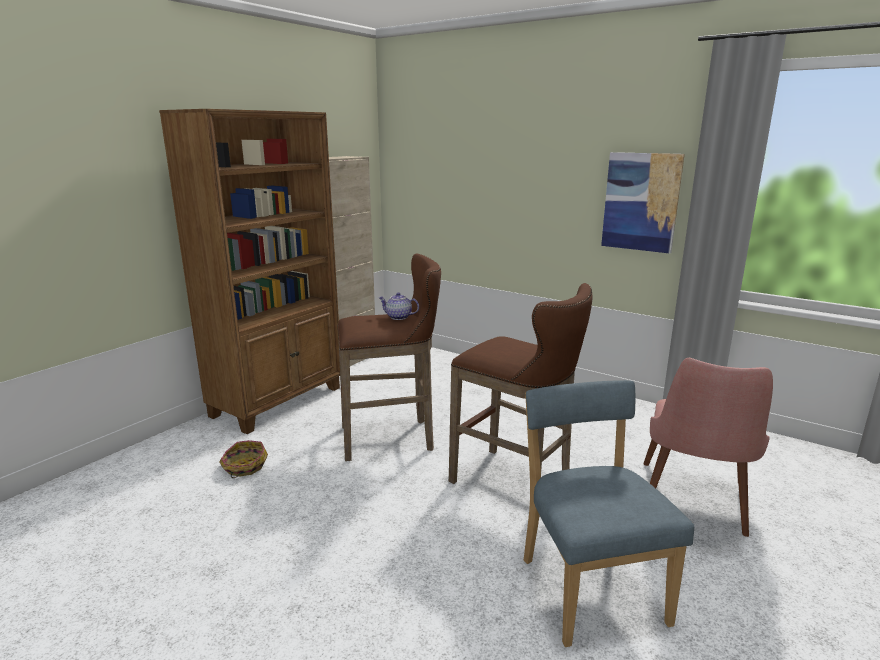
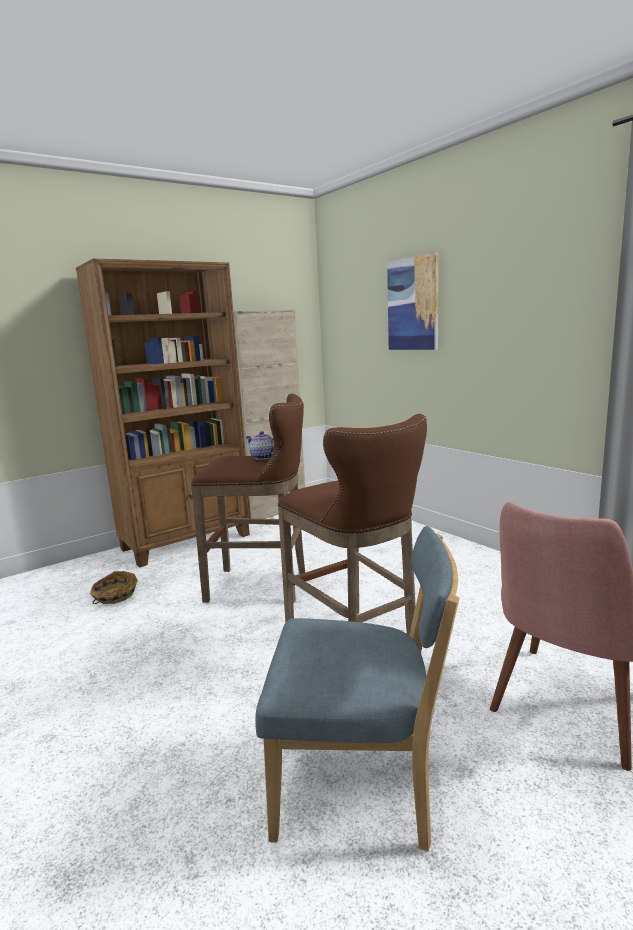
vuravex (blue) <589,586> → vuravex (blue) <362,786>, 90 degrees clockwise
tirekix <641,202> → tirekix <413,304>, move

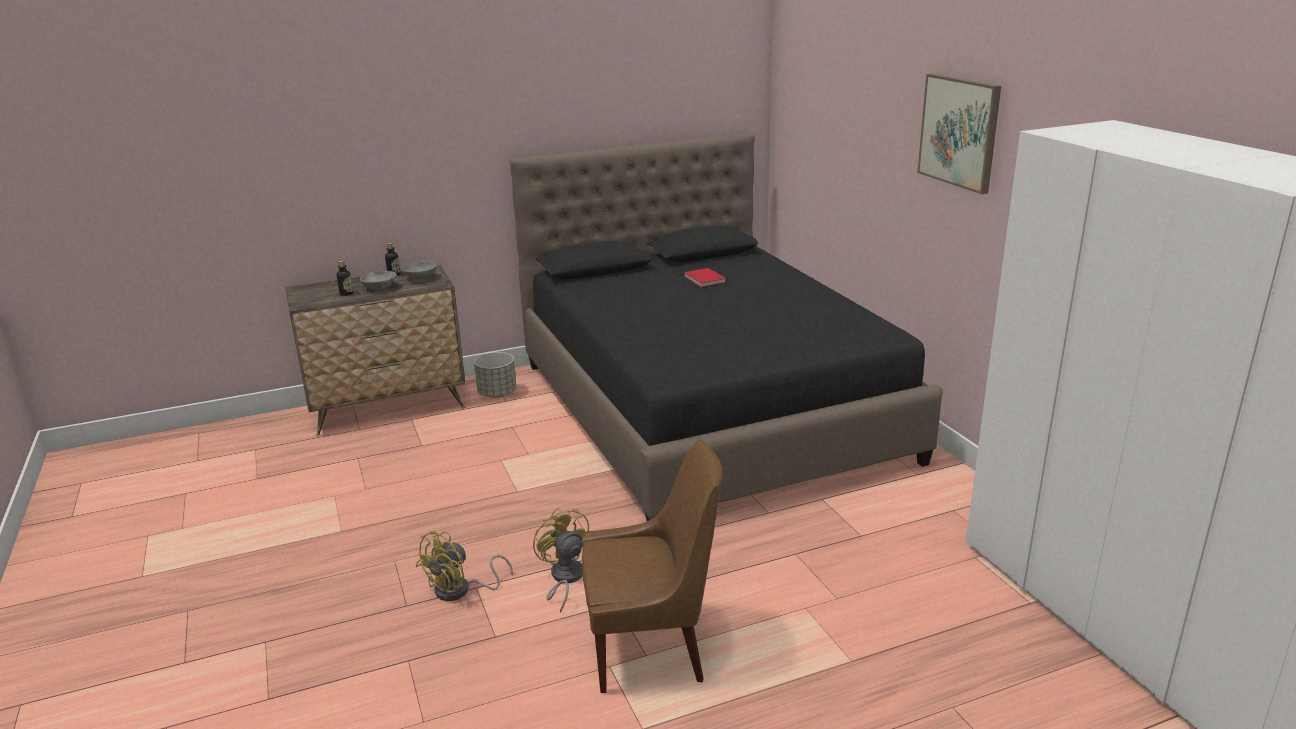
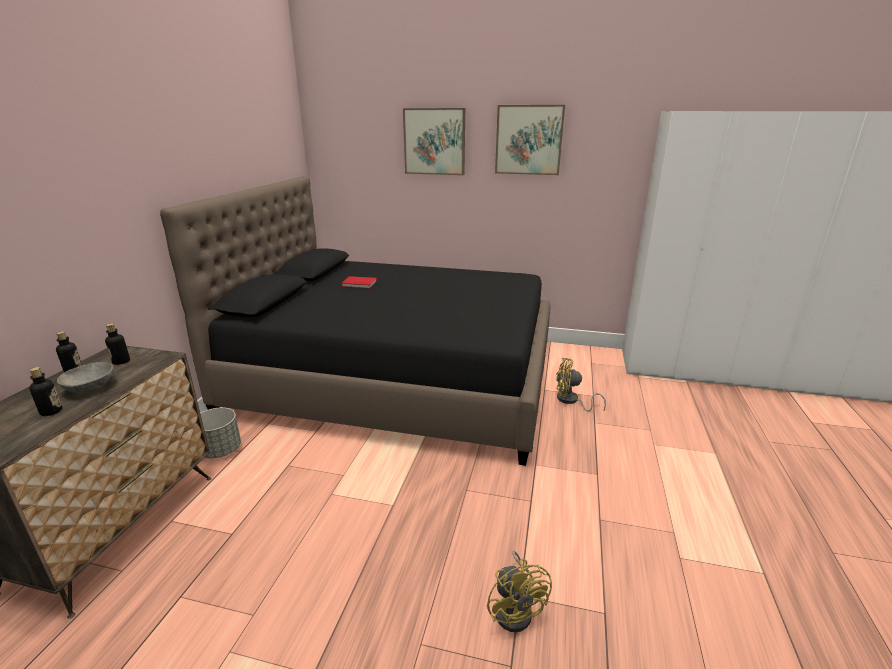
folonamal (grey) <419,278> → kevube <121,361>
- → tirekix <434,141>
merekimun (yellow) <564,578> → merekimun (yellow) <571,401>, move
vuravex (brown) <651,648> → -

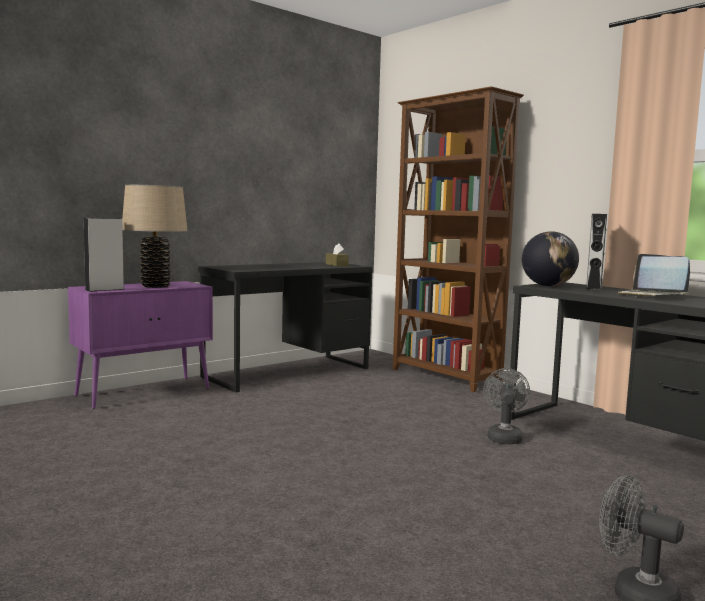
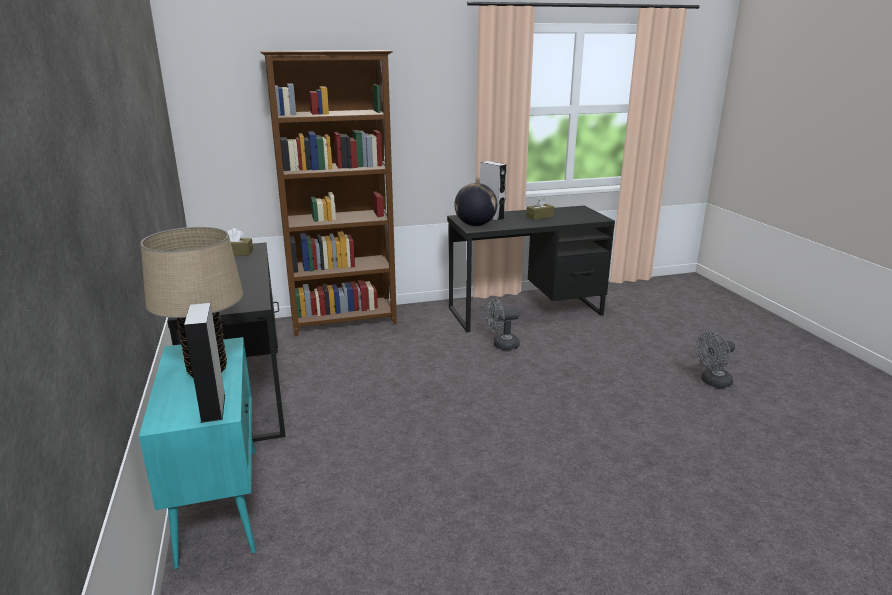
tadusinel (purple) <145,392> → tadusinel (turquoise) <219,502>
merekimun (grey) <504,436> → merekimun (grey) <501,345>, 45 degrees counterclockwise
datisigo <651,295> → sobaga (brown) <539,217>

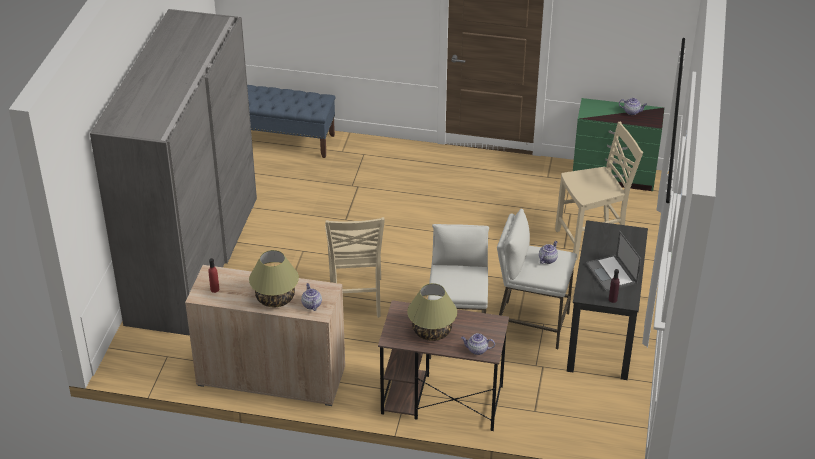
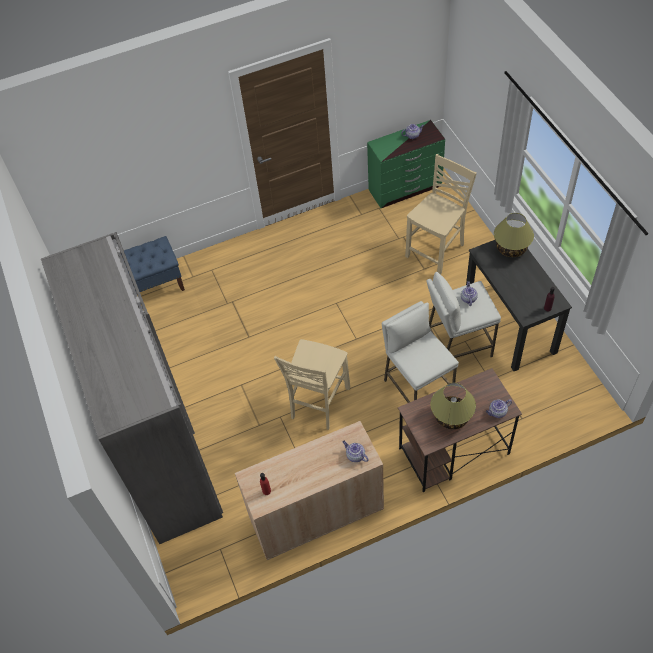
vuravex (beige) <356,299> → vuravex (beige) <318,403>, 60 degrees clockwise
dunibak <275,298> → dunibak <511,248>, move
datisigo <612,274> → -

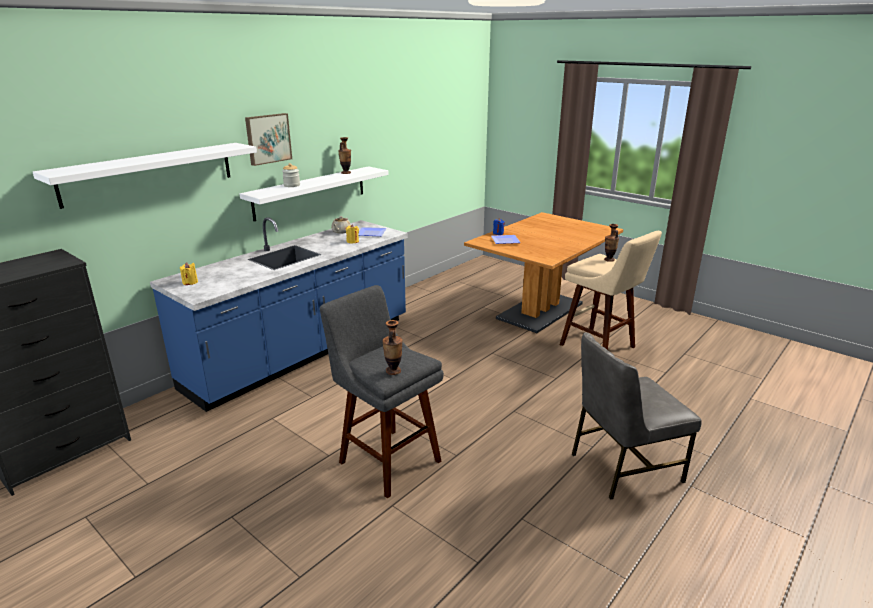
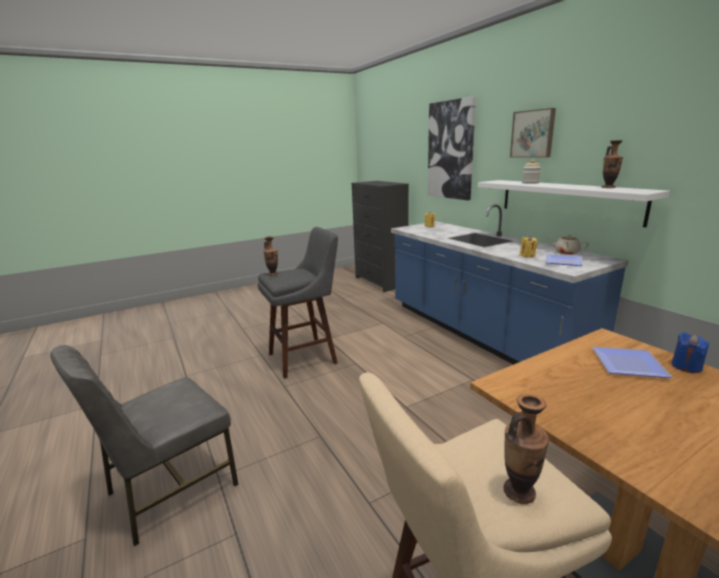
vuravex (grey) <623,466> → vuravex (grey) <170,489>, 135 degrees counterclockwise
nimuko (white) <149,173> → tirekix <451,150>

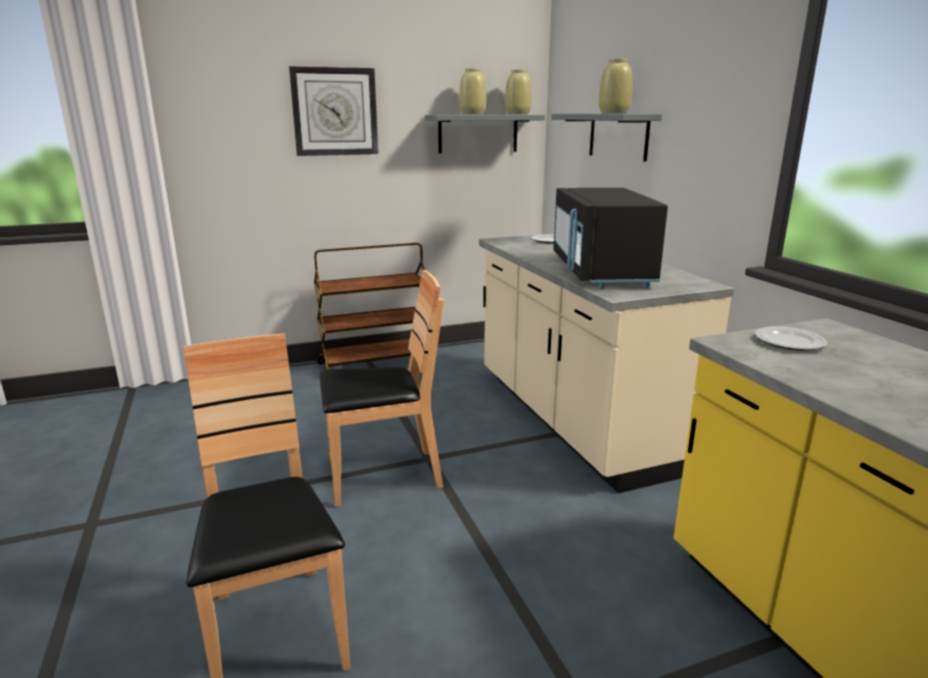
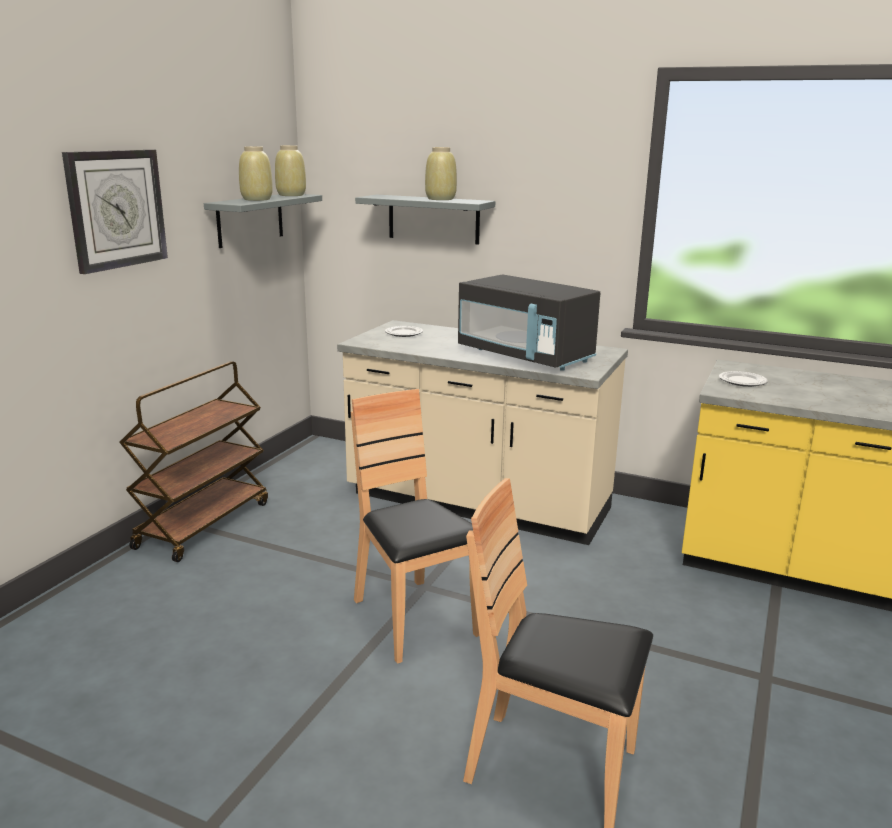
vuravex (brown) <383,476> → vuravex (brown) <413,619>, 60 degrees counterclockwise

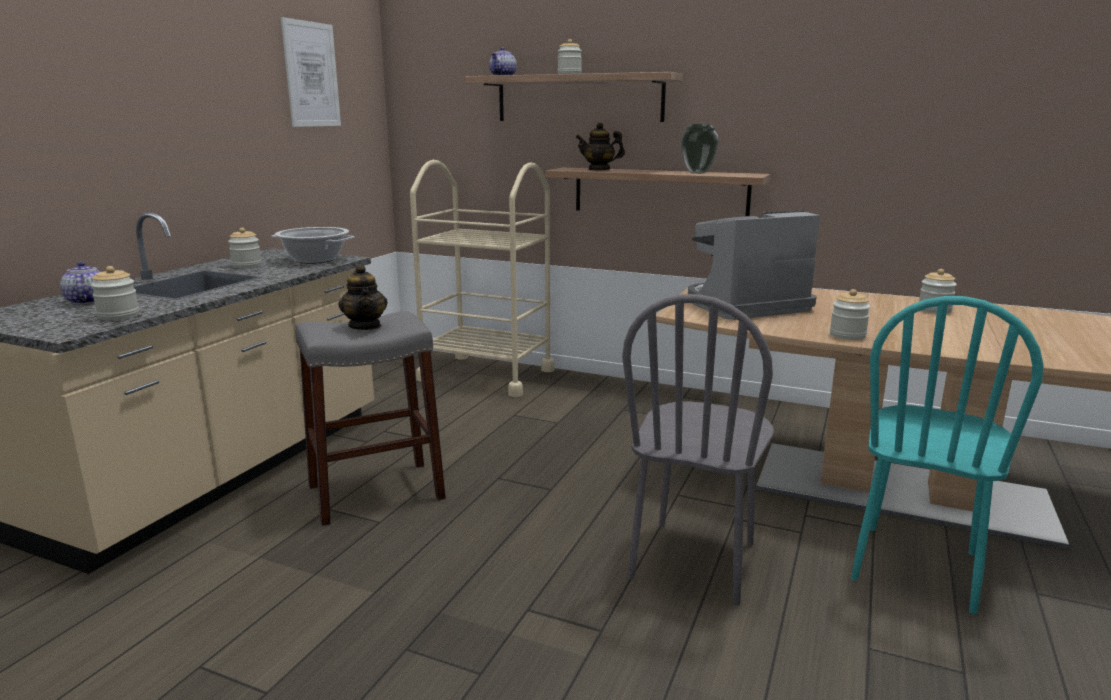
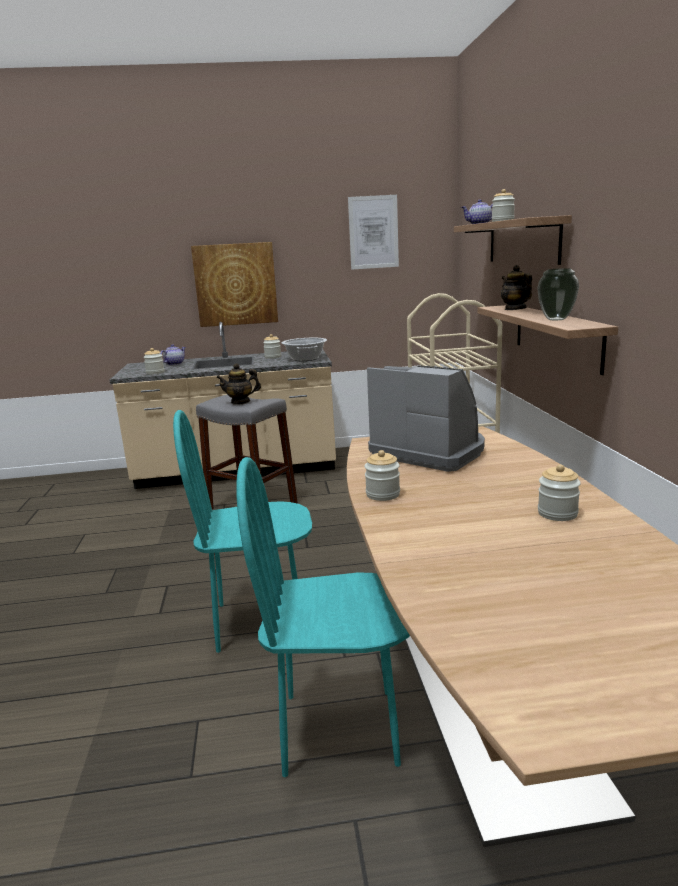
vuravex (grey) <694,561> → vuravex (turquoise) <260,621>
- → tirekix <235,284>
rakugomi <365,326> → rakugomi <240,402>, 45 degrees clockwise

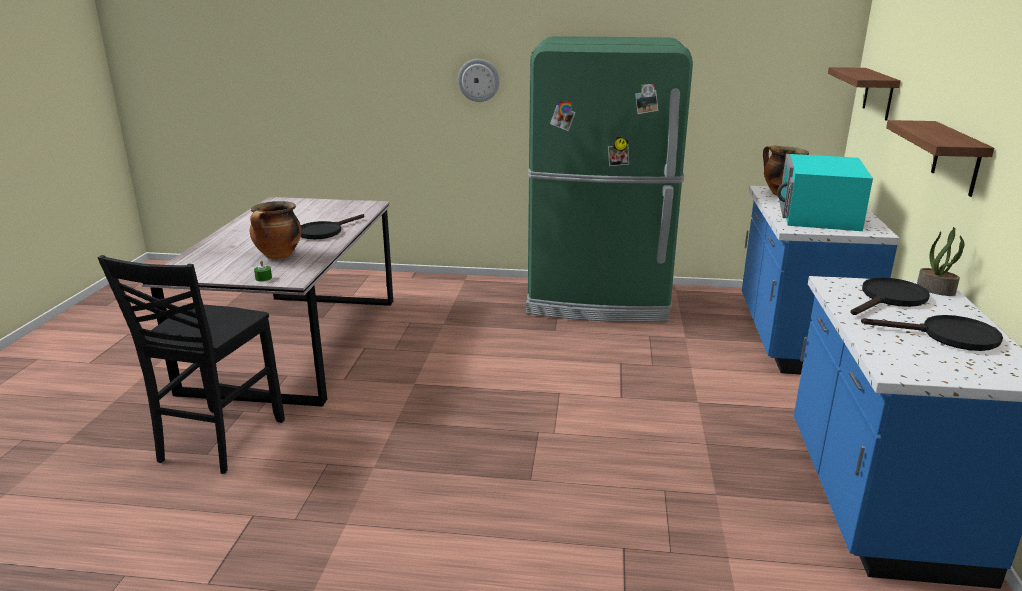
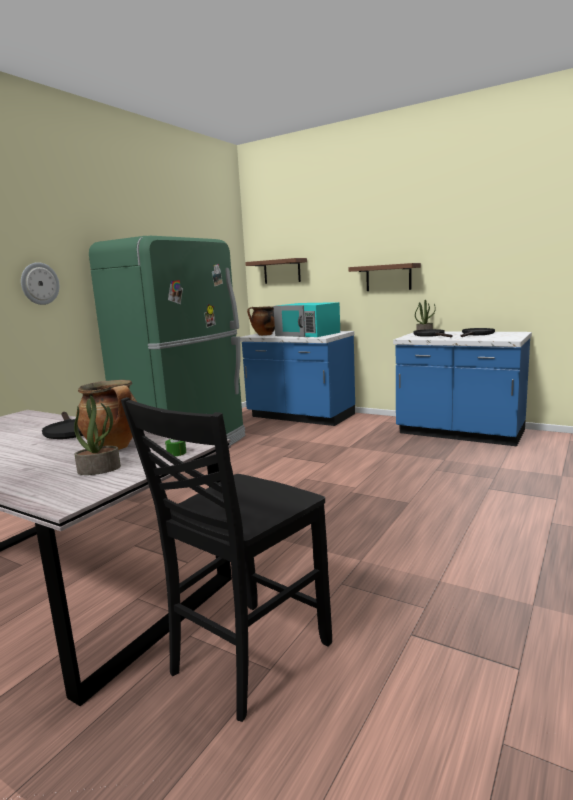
- → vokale <99,469>
vuravex (black) <218,441> → vuravex (black) <247,658>, 90 degrees clockwise

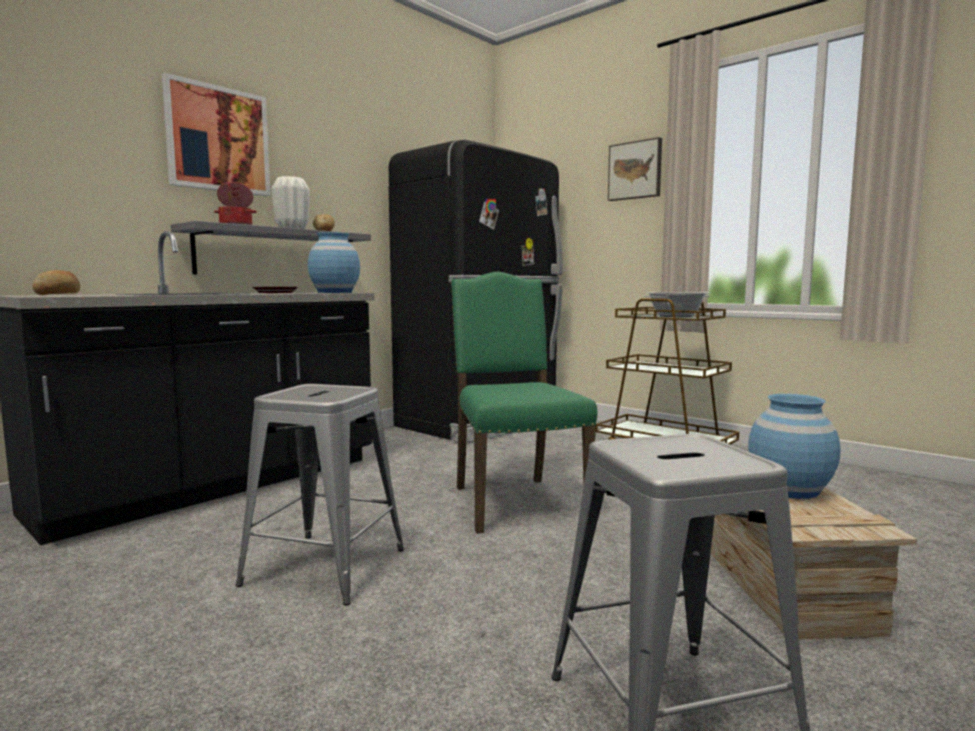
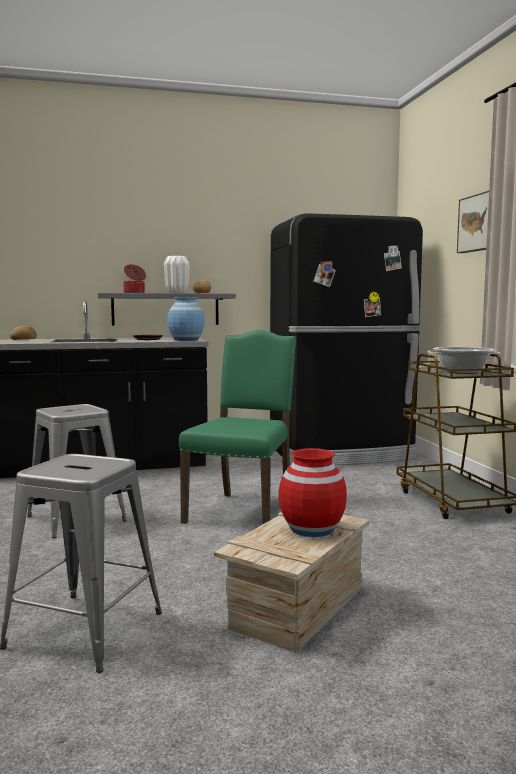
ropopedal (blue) <789,489> → ropopedal (red) <312,528>
tirekix <218,139> → -

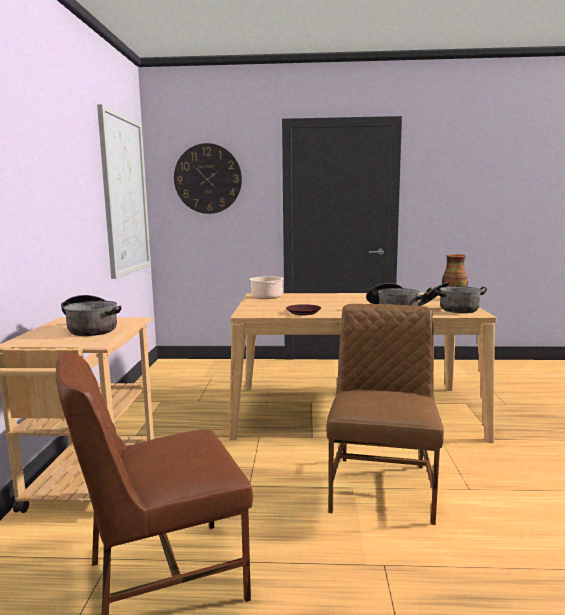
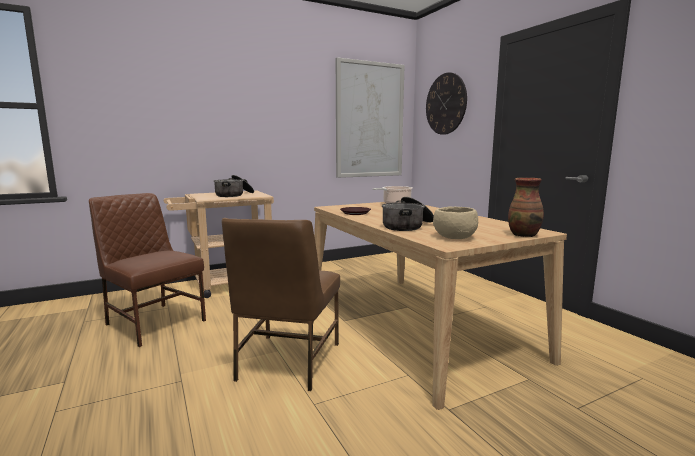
vuravex (brown) <382,486> → vuravex (brown) <287,361>, 120 degrees clockwise
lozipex <449,309> → folonamal (beige) <453,237>

